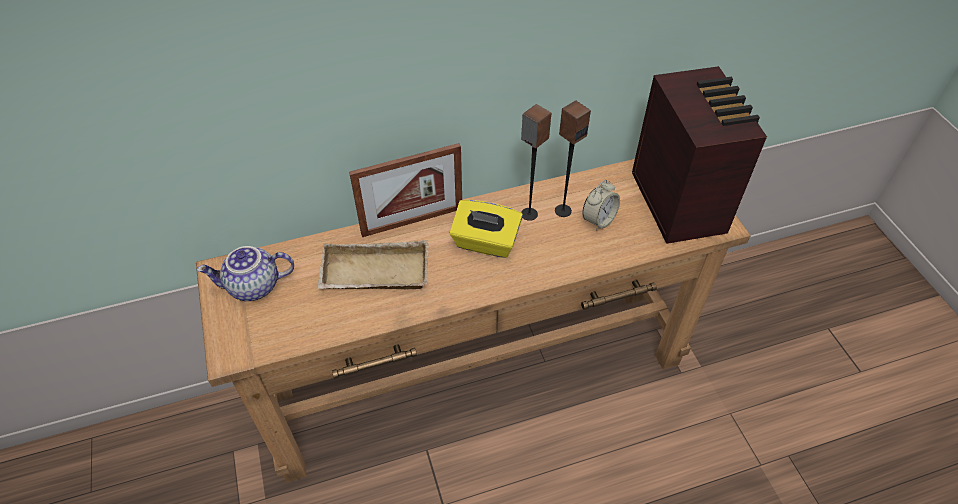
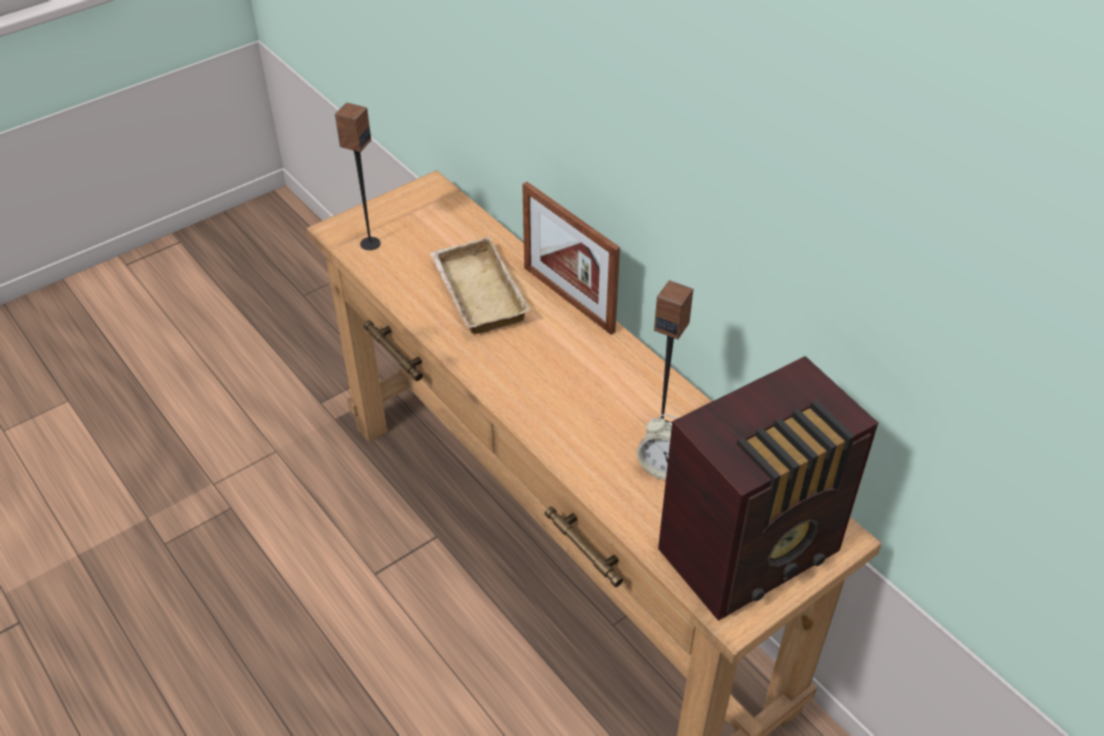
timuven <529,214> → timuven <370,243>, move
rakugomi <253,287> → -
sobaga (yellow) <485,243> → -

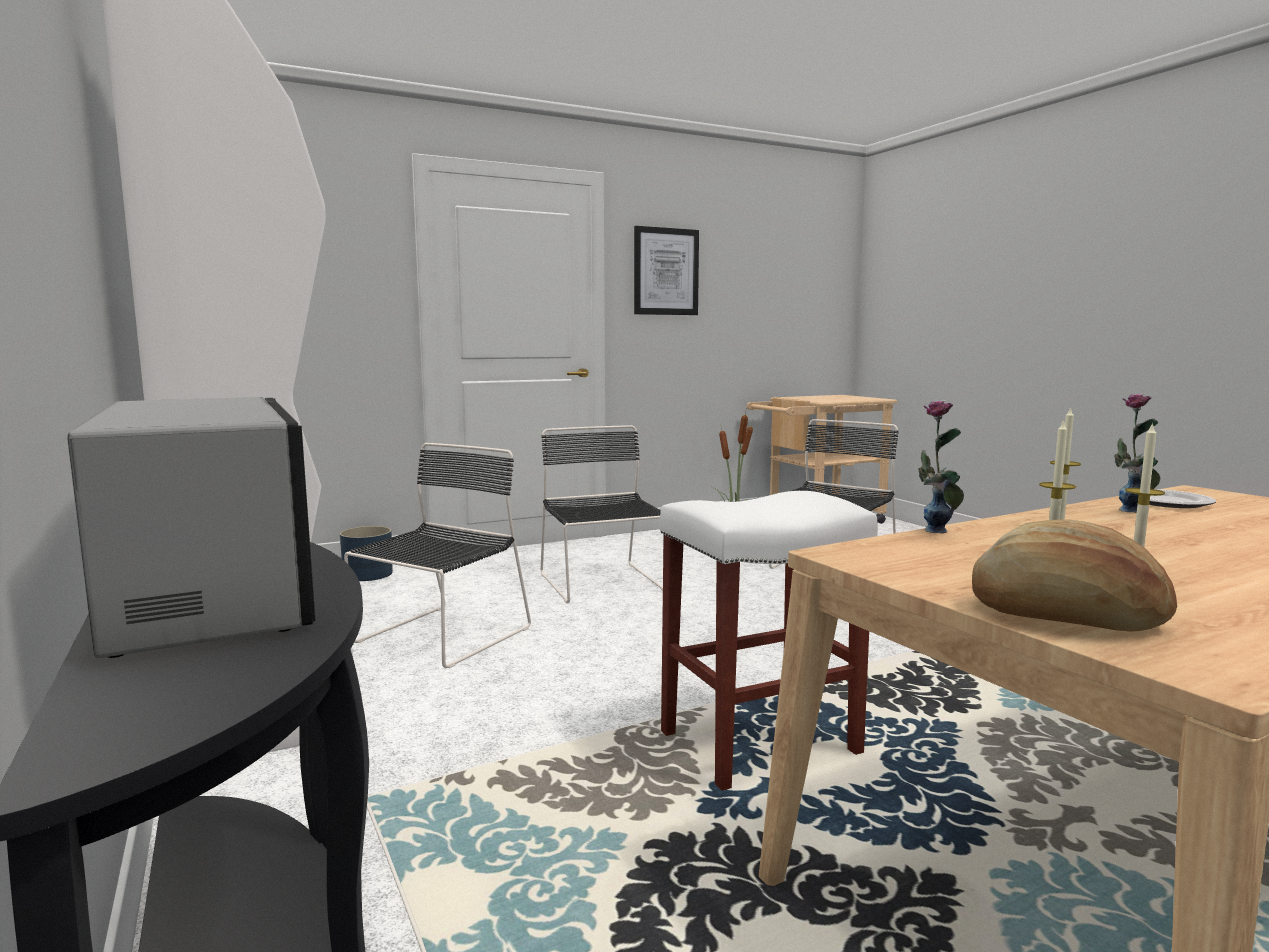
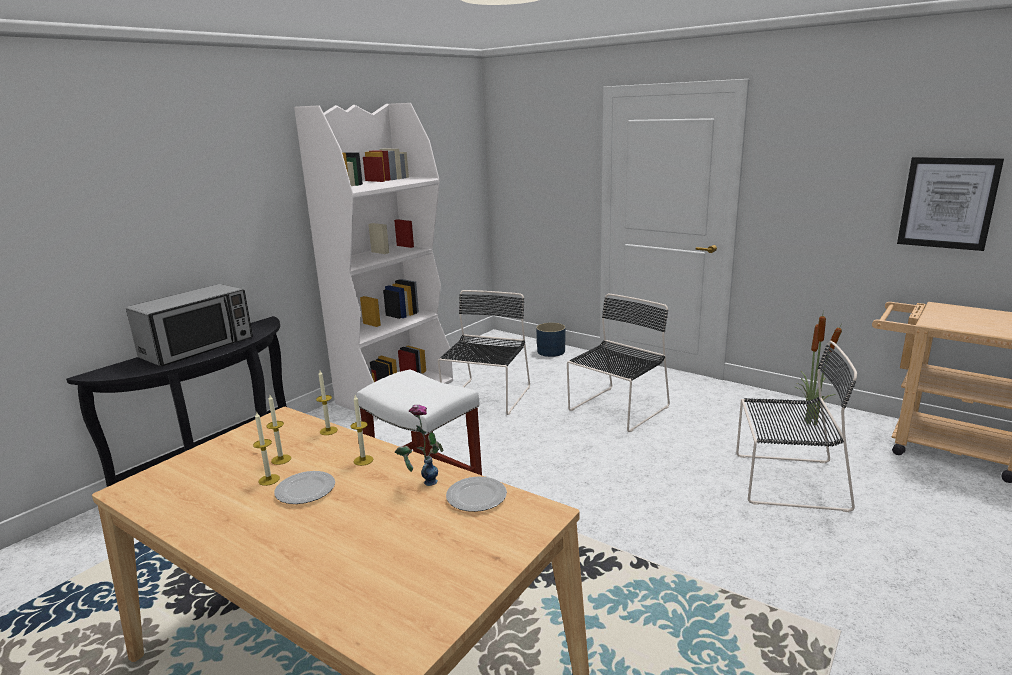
- → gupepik <305,490>
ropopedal <935,534> → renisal <328,431>
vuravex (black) <439,637> → vuravex (black) <486,398>, 75 degrees counterclockwise
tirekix <666,271> → tirekix <947,203>, move
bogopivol <1066,617> → -

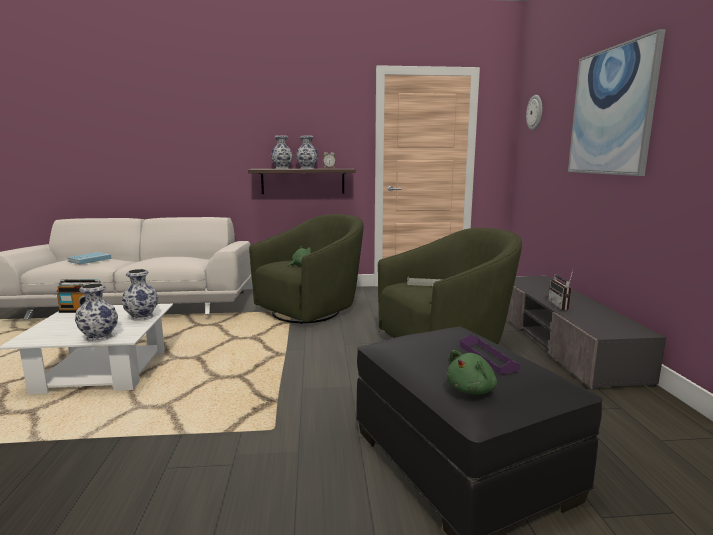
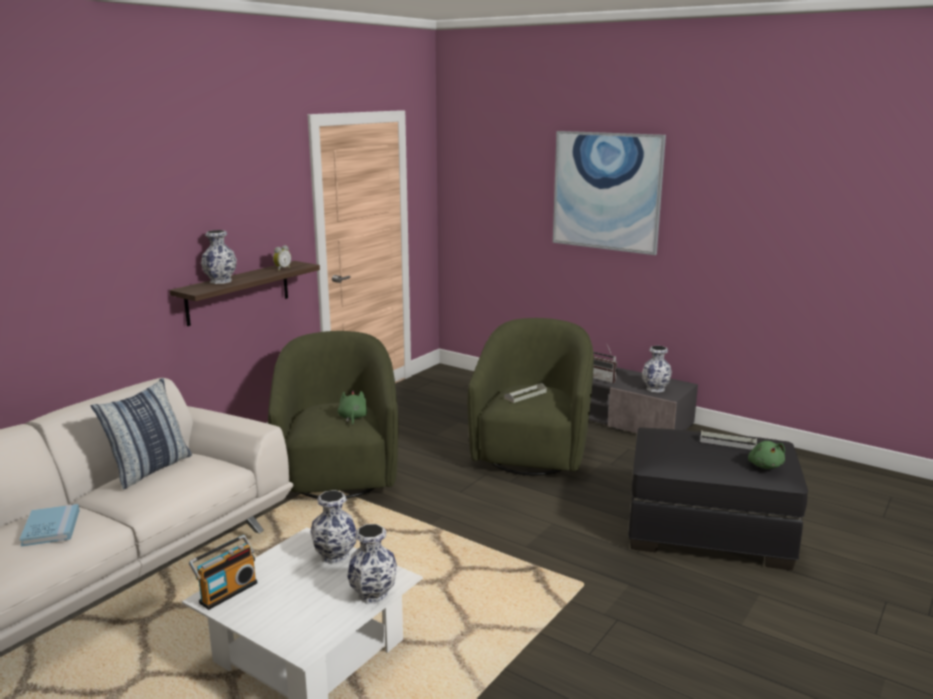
- → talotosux <150,469>
ropopedal <307,168> → ropopedal <654,389>, move
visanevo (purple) <488,358> → visanevo (grey) <728,442>
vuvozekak <535,112> → -

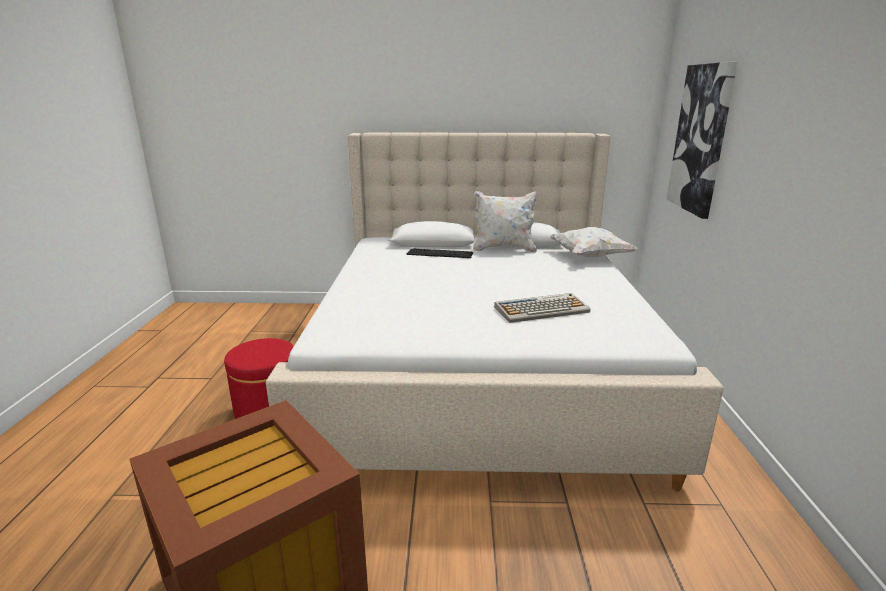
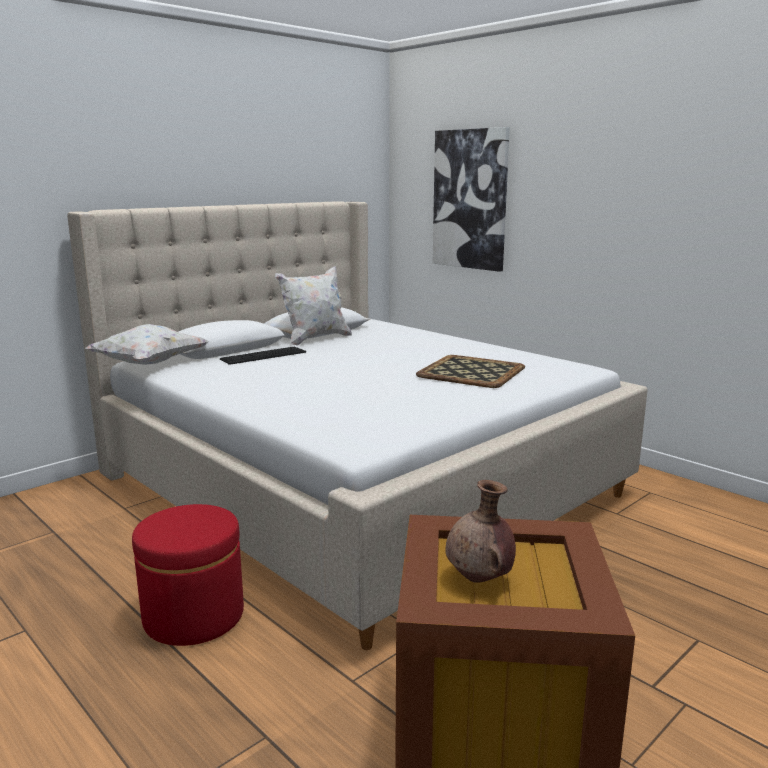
talotosux (white) <589,256> → talotosux (white) <149,364>, move
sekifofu <542,309> → visanevo <470,371>
- → ropopedal (brown) <480,579>

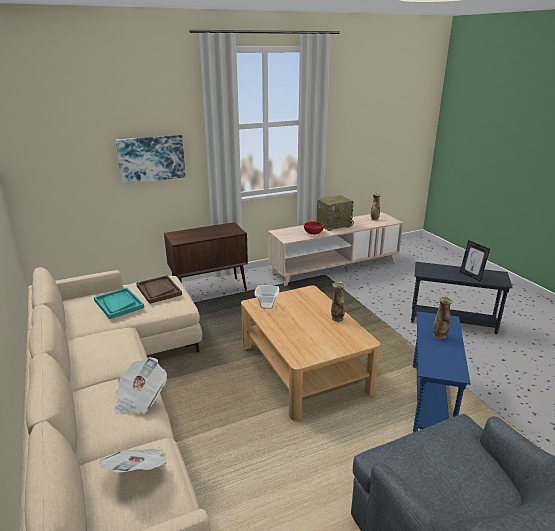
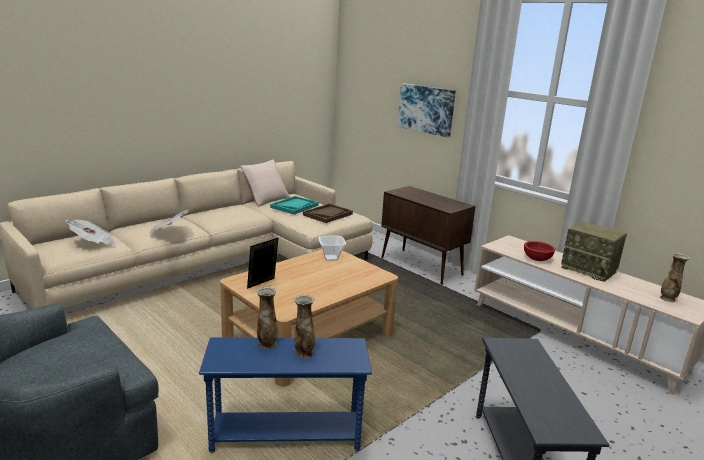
- → talotosux (beige) <266,199>
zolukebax <471,276> → zolukebax <262,284>, move
ropopedal <337,318> → ropopedal <267,344>, move

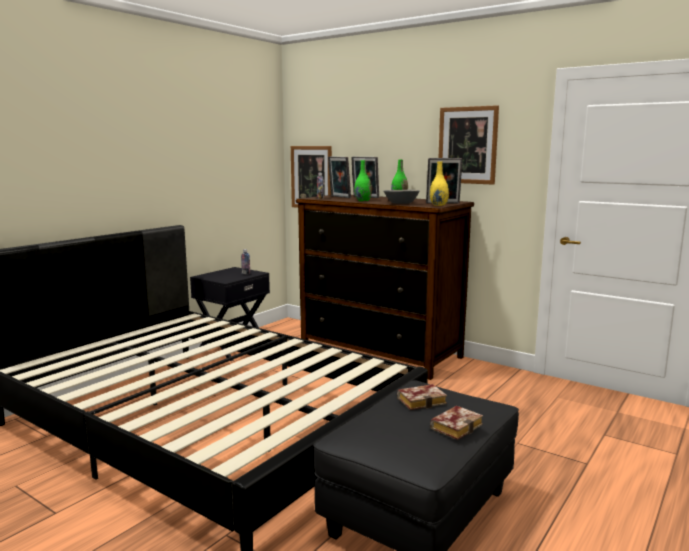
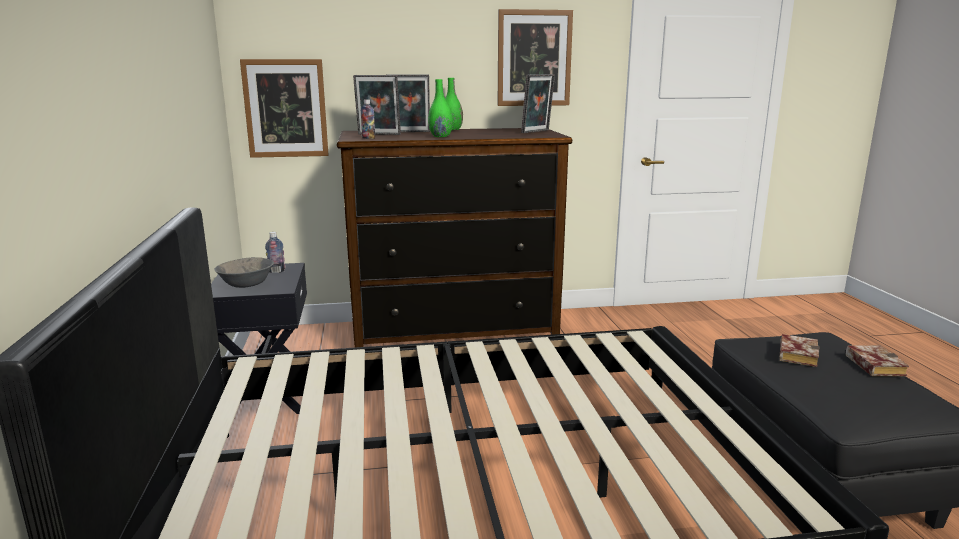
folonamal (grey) <401,203> → folonamal (grey) <247,284>, move
ropopedal (yellow) <438,205> → -

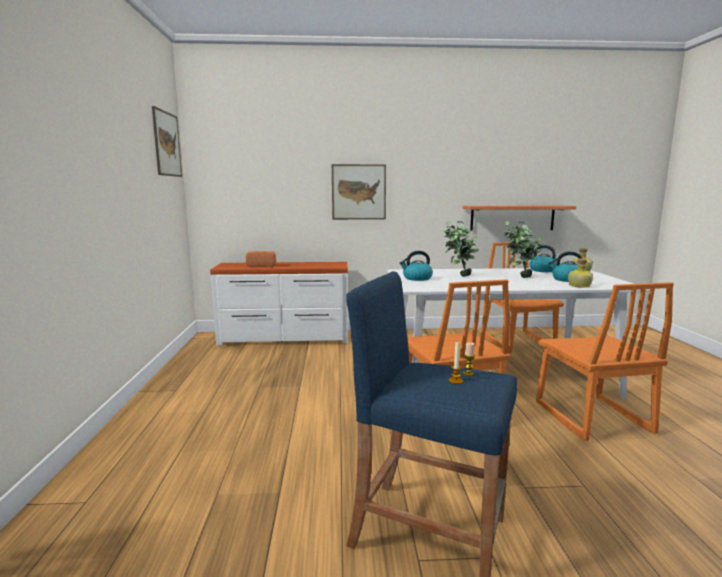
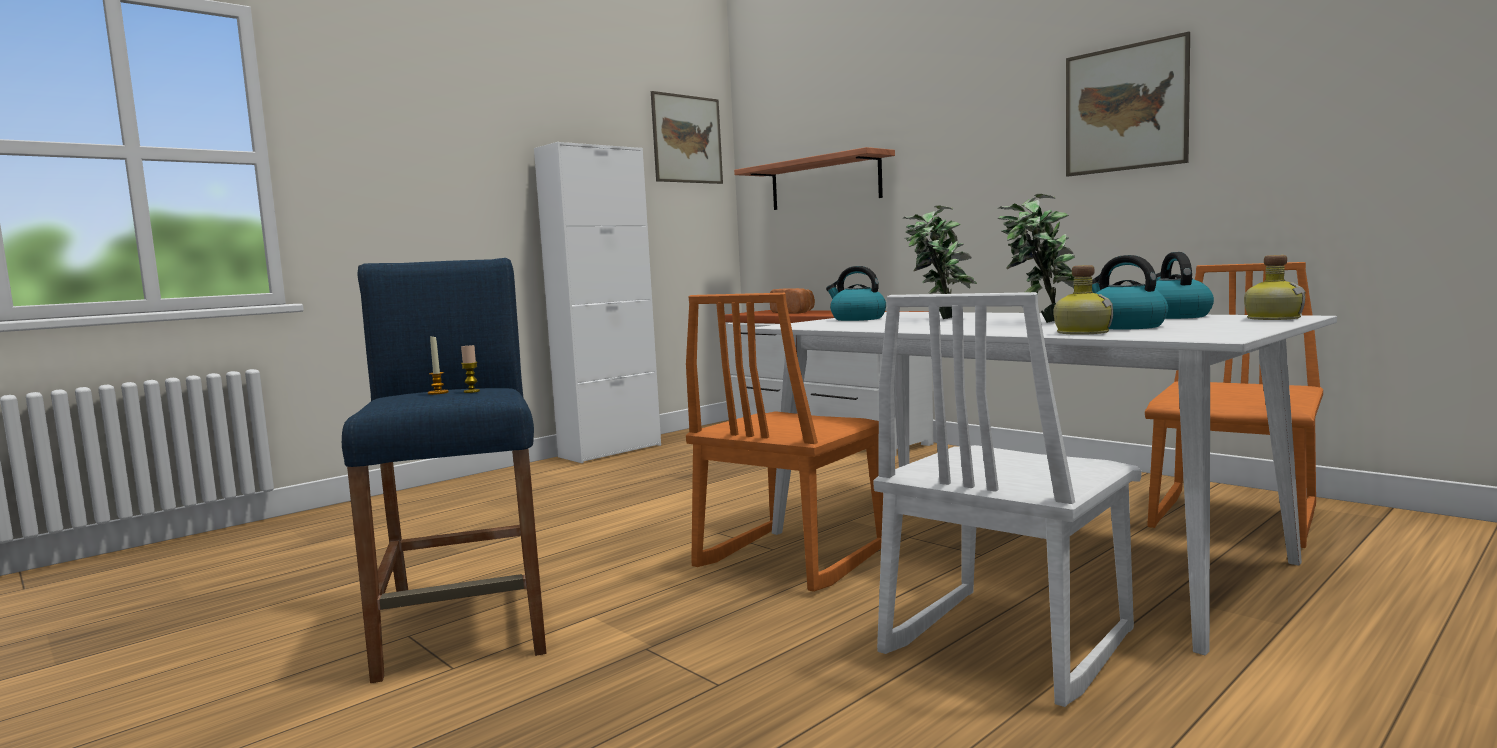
- → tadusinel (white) <610,451>
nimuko <512,217> → nimuko <824,182>, move
vuravex (orange) <591,418> → vuravex (white) <1005,643>
tirekix <358,192> → tirekix <1125,108>, move

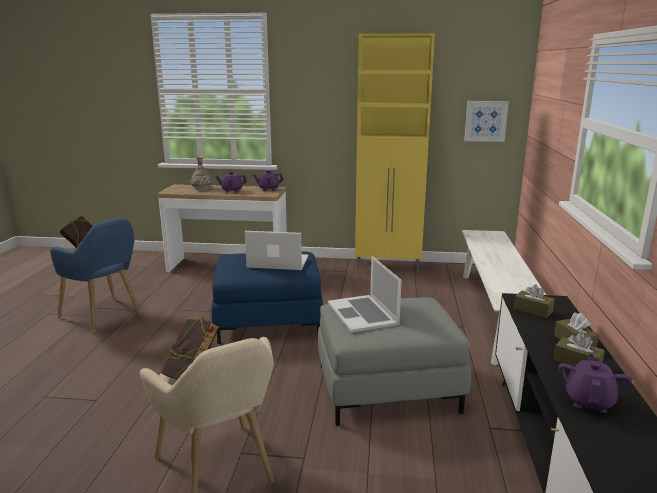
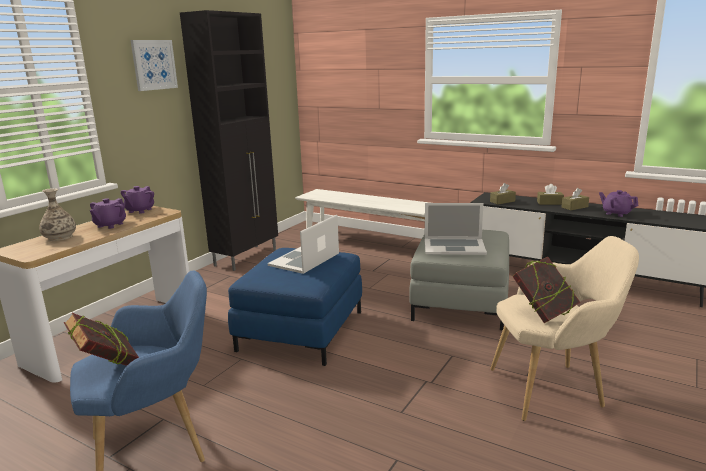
tirekix <485,121> → tirekix <154,65>, move
tadusinel (yellow) <388,267> → tadusinel (black) <247,257>

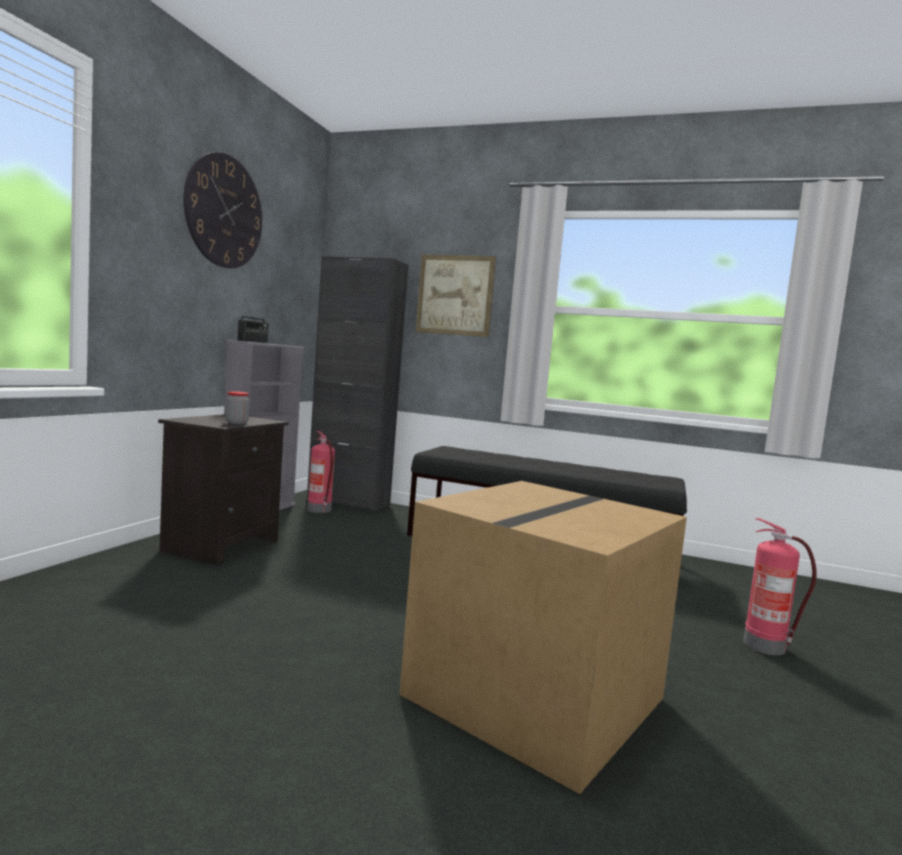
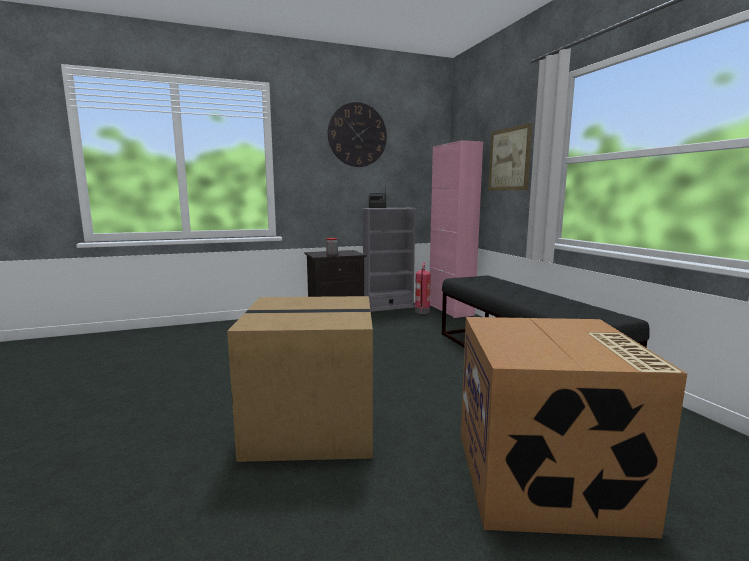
tadusinel (black) <348,501> → tadusinel (pink) <450,310>
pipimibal <766,646> → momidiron <546,479>

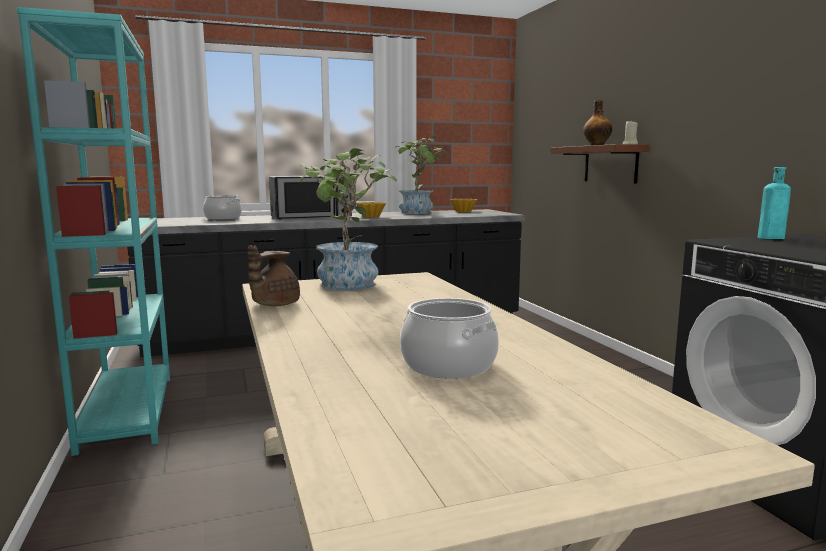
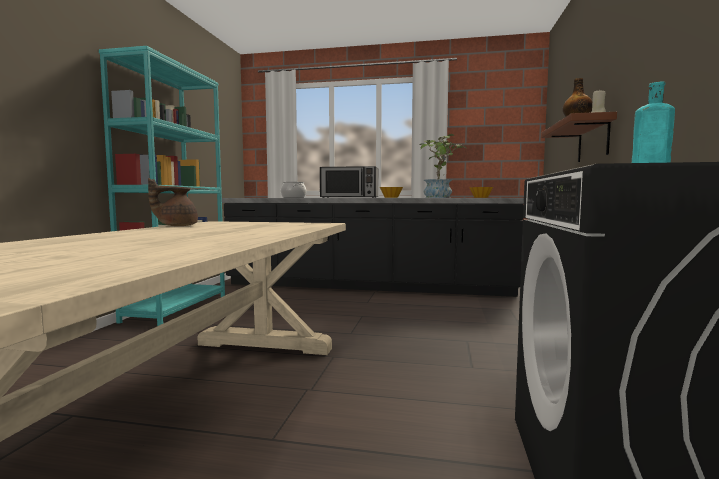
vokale <348,286> → -
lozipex <448,365> → -

